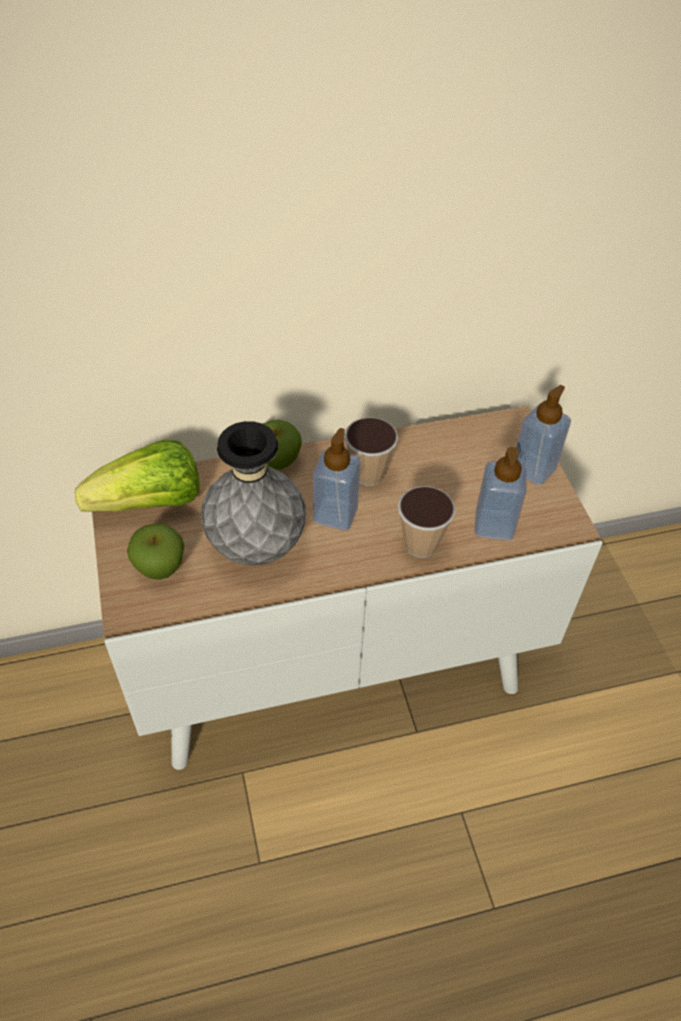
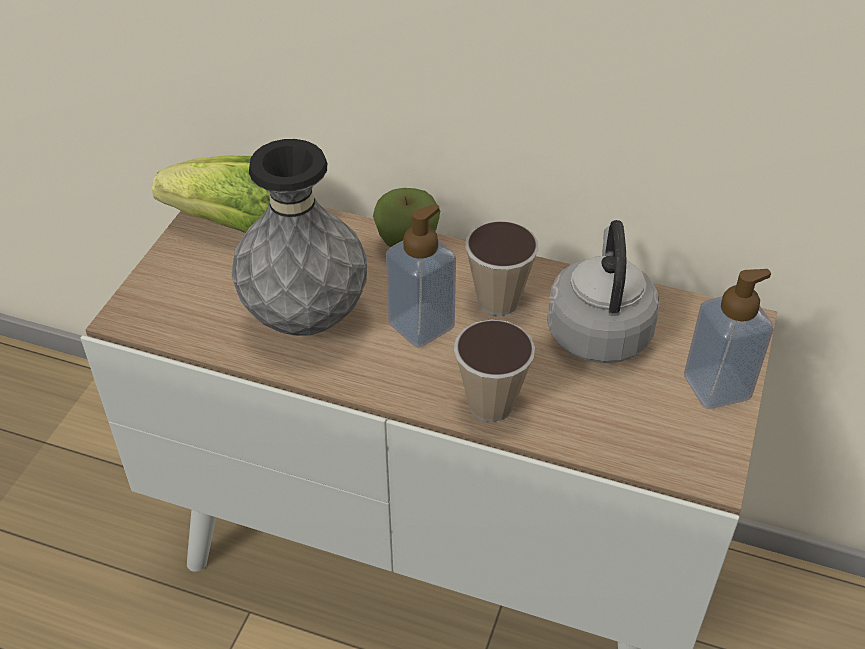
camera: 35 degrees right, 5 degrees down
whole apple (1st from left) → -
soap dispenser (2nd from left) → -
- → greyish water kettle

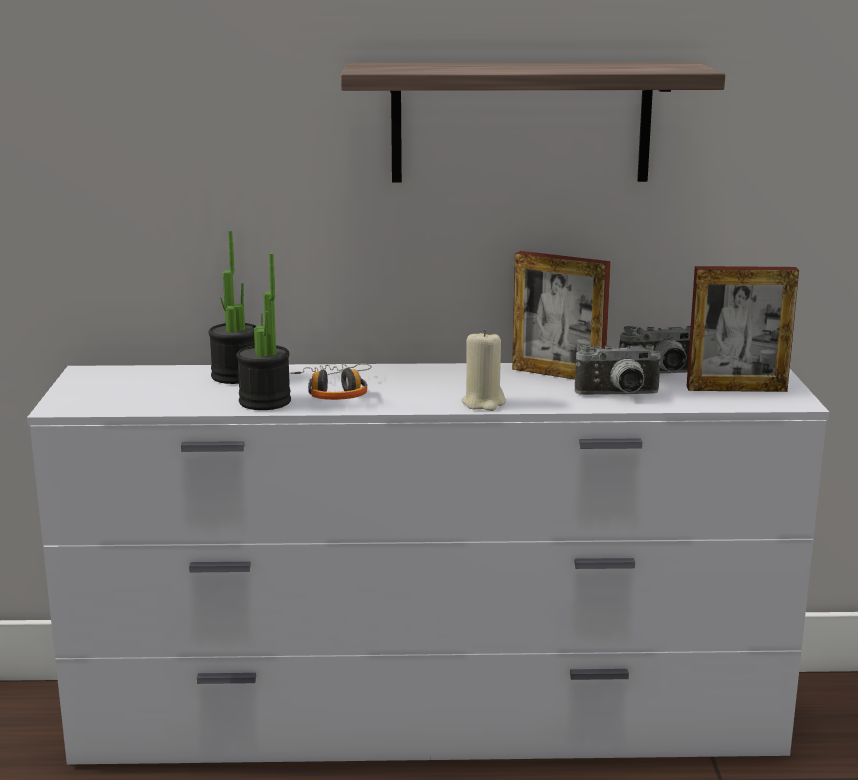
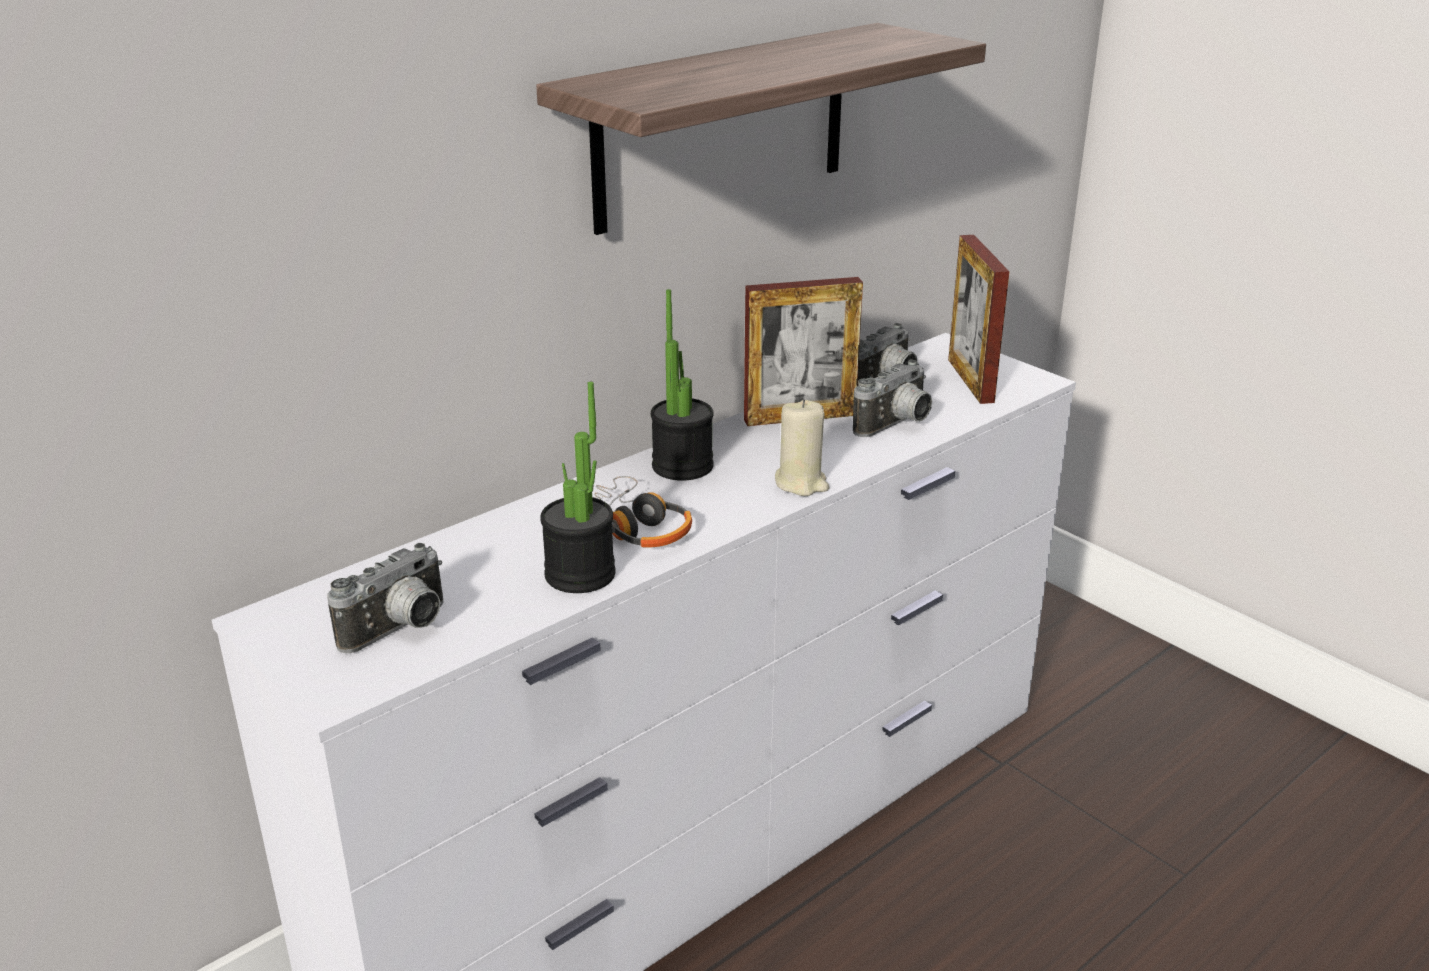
camera: 40 degrees left, 10 degrees up
- → photo camera (1st from left)
houseplant (1st from left in the first image) → houseplant (2nd from left), moved
photo frame (2nd from left), 120 degrees clockwise

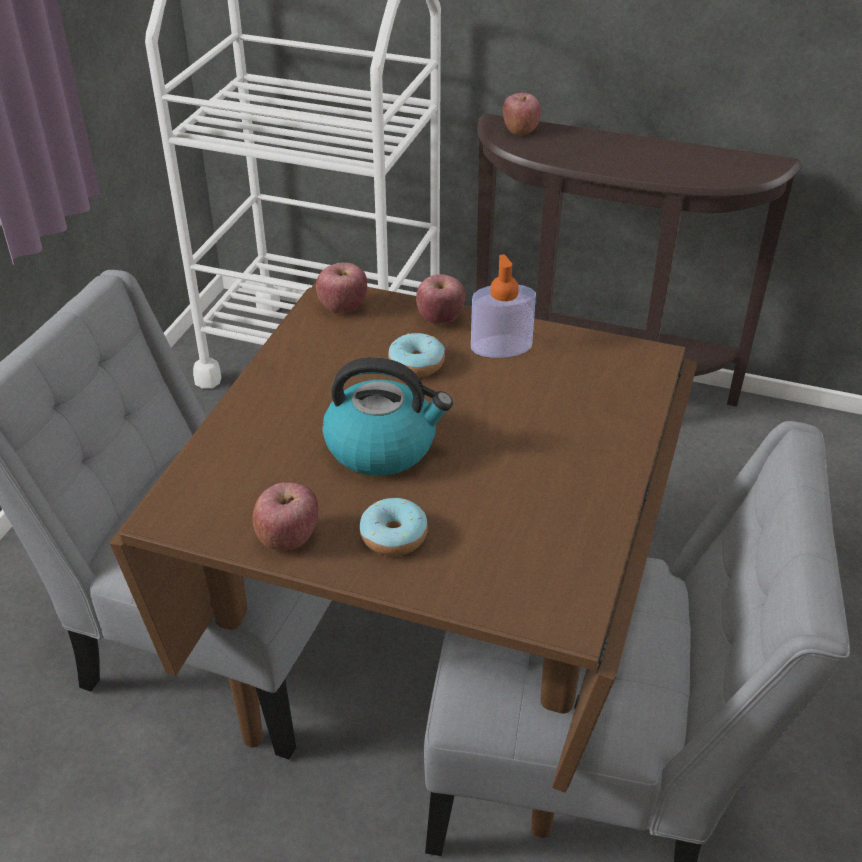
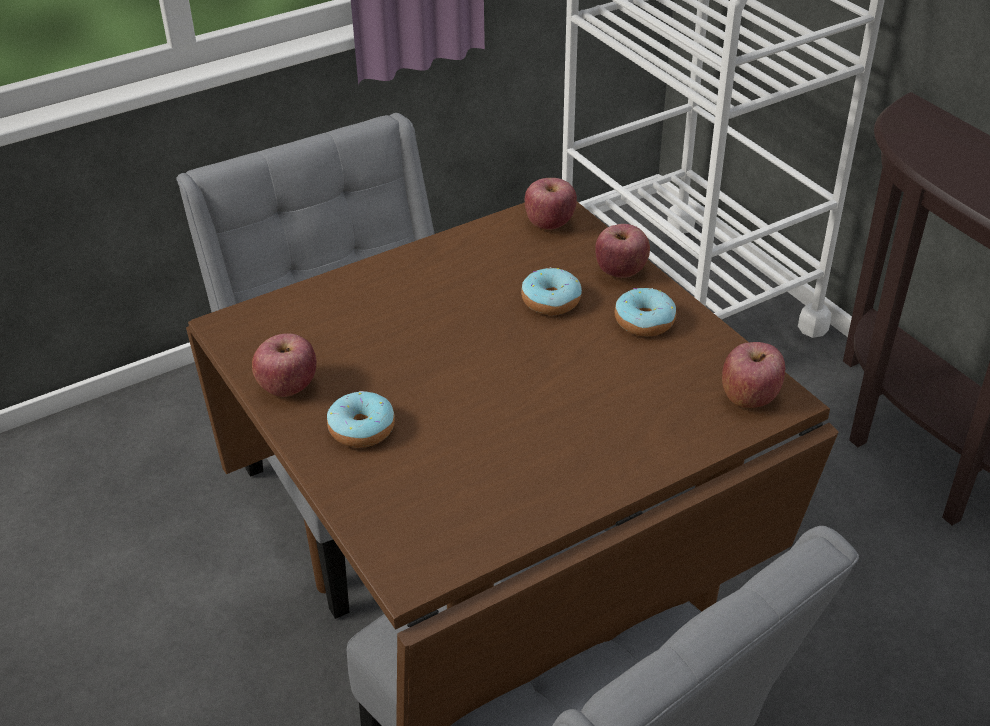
camera: 40 degrees right, 0 degrees up
water kettle → -
whole apple (4th from left), moved
soap dispenser → donut (3rd from left)

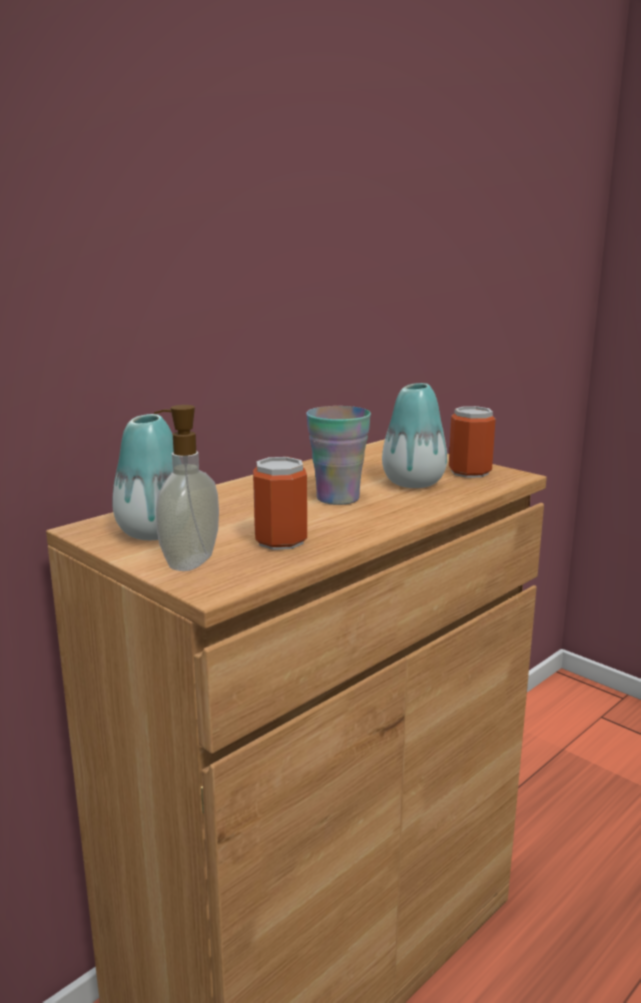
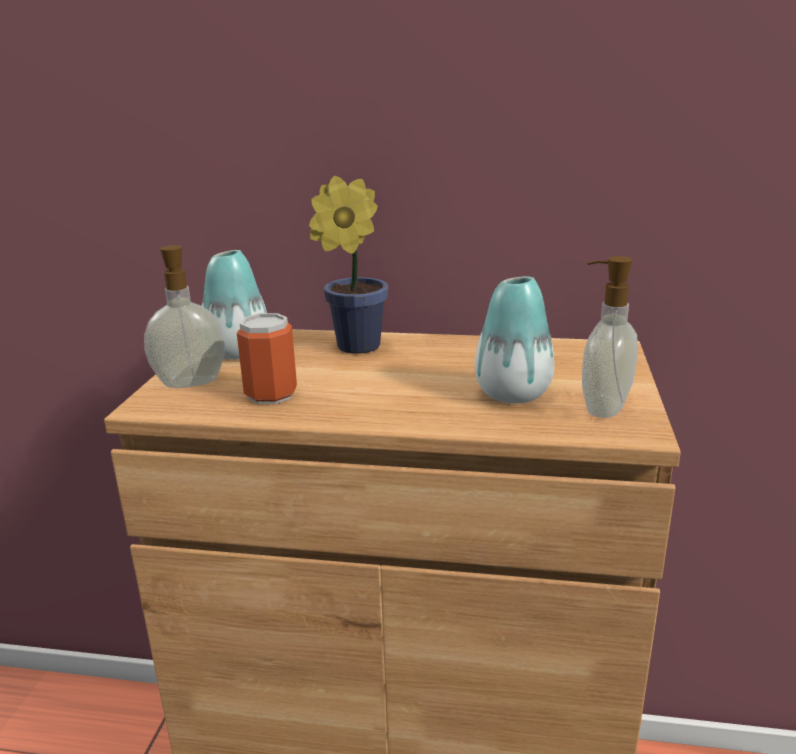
camera: 55 degrees right, 5 degrees up
cup → -
- → houseplant
can (2nd from left) → soap dispenser (2nd from left)

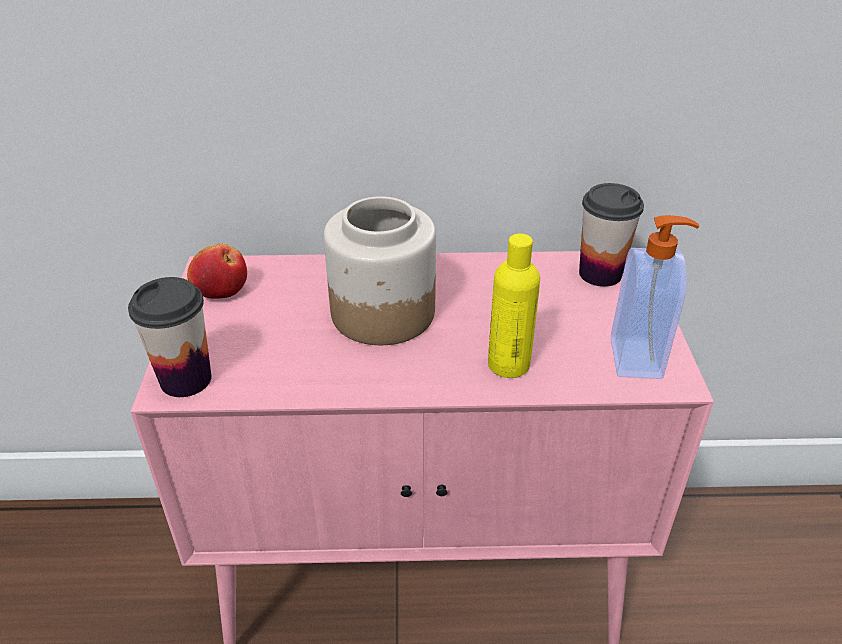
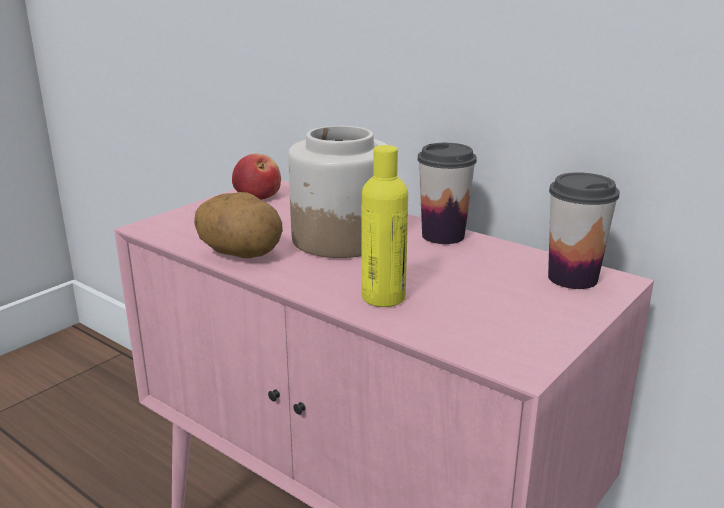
camera: 40 degrees right, 15 degrees down
soap dispenser → -
- → potato
cup (1st from left), moved

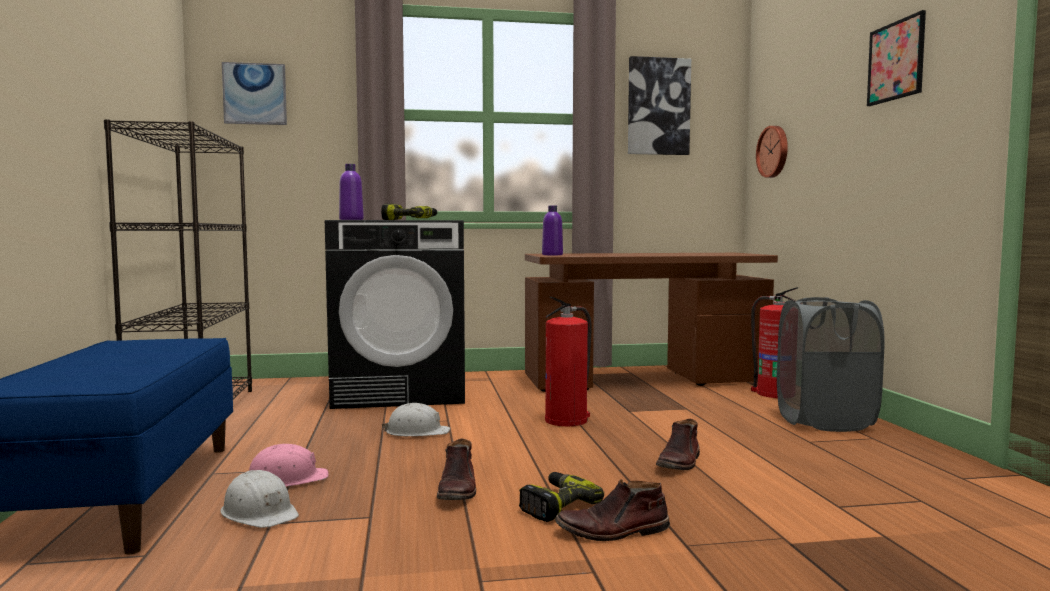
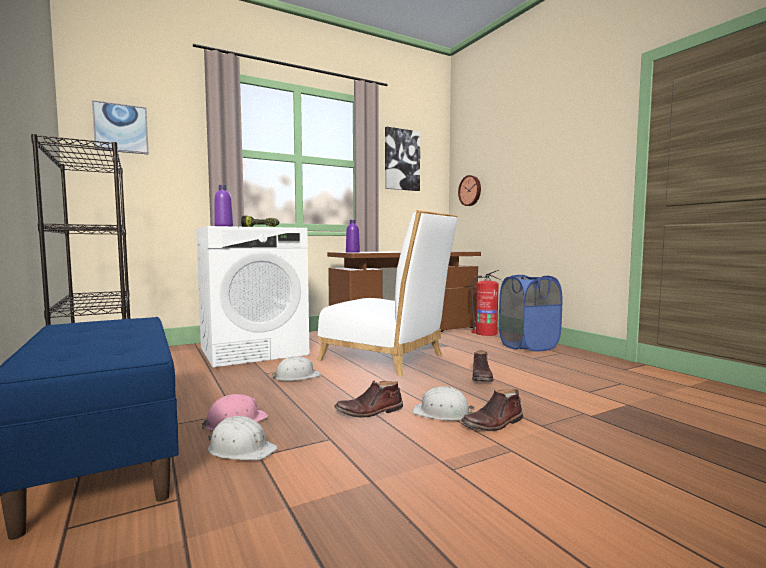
camera: 20 degrees left, 0 degrees up
wall art (3rd from left) → -
drill (2nd from left) → whitish work helmet (3rd from left)
fire-fighting cylinder (1st from left) → whitish upright chair
black laundry machine → whitish laundry machine
greyish washing basket → blue washing basket
brownish boot (1st from left), 90 degrees clockwise

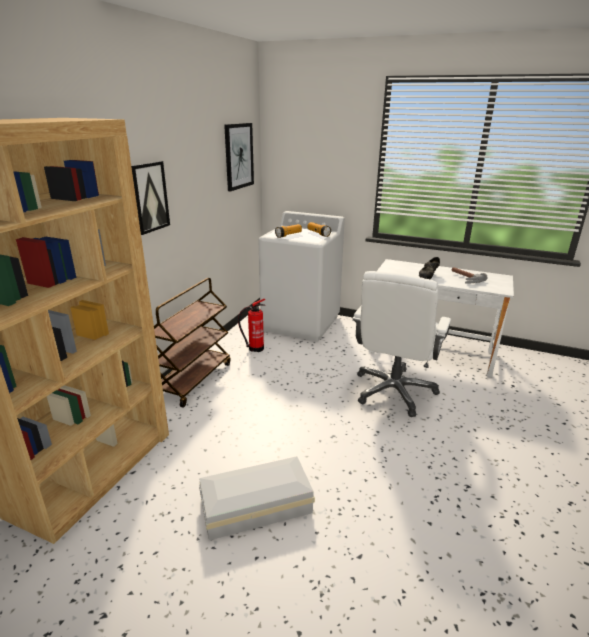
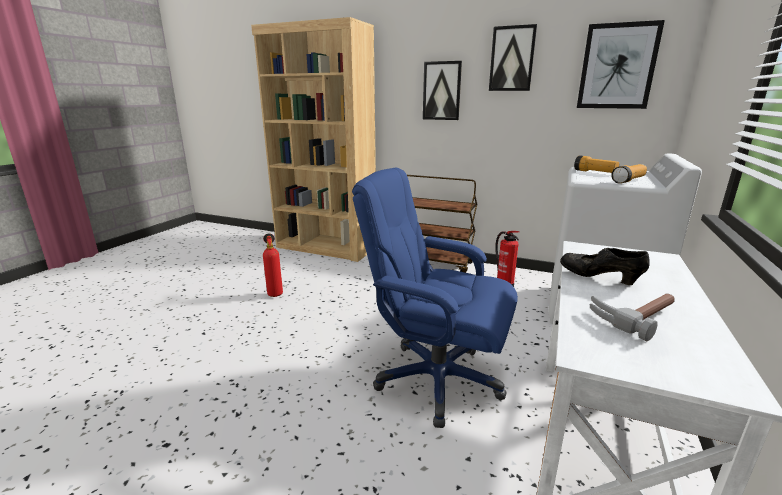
camera: 90 degrees right, 5 degrees down
- → wall art (2nd from left)
whitish storage box → fire-fighting cylinder (1st from left)
whitish office chair → blue office chair

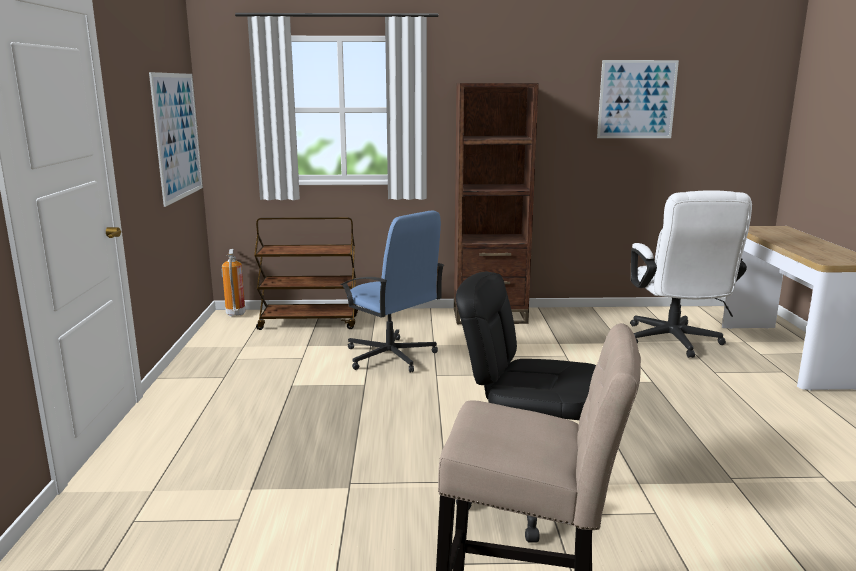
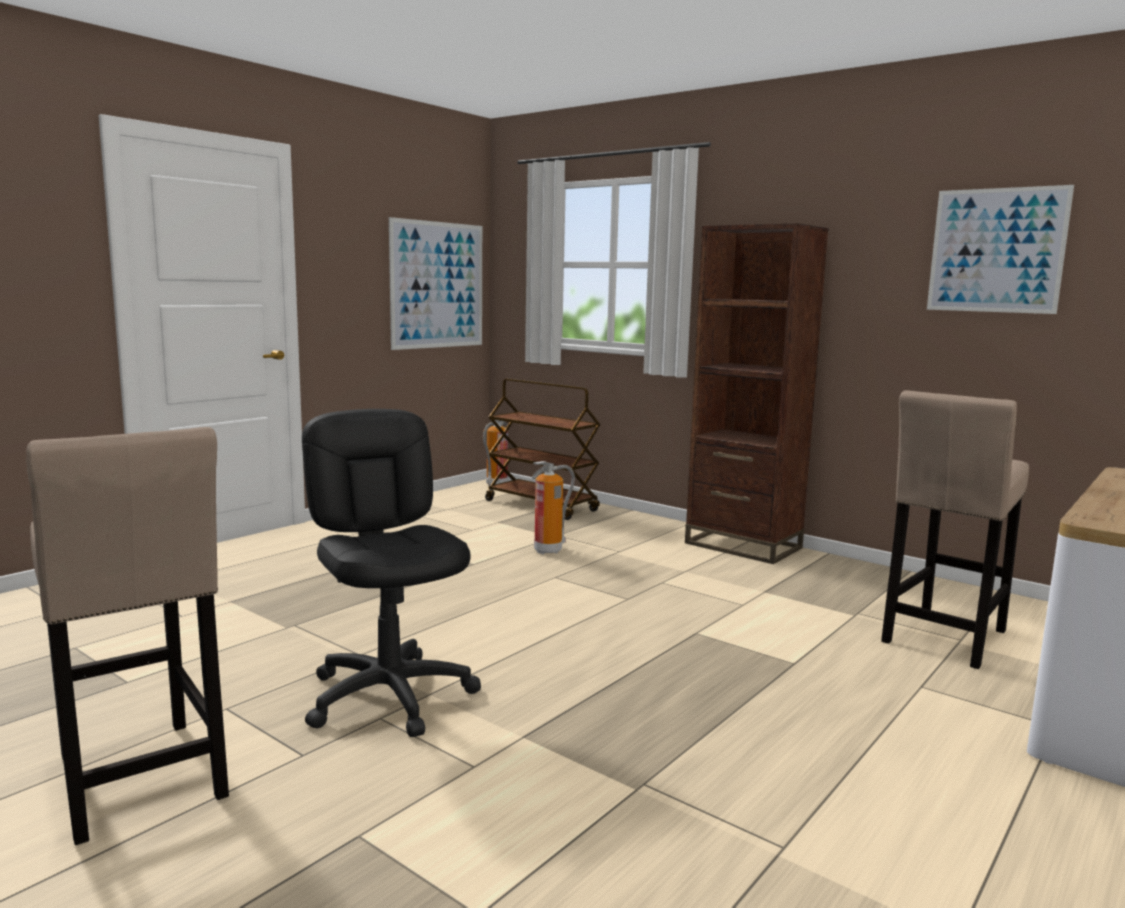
camera: 40 degrees right, 5 degrees down
blue office chair → fire-fighting cylinder (2nd from left)
whitish office chair → sand-coloured stool seat (2nd from left)

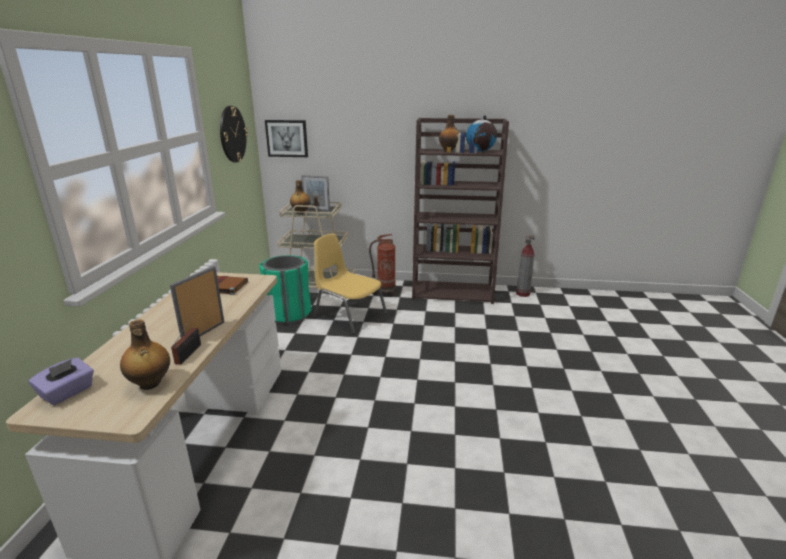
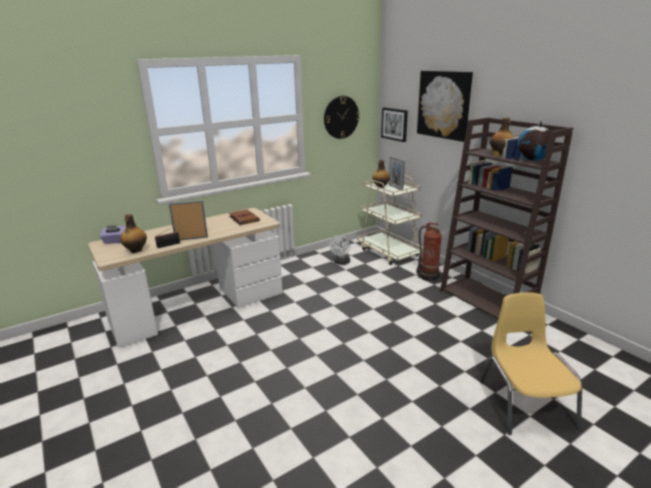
camera: 50 degrees right, 0 degrees up
fire-fighting cylinder (2nd from left) → -
- → wall art (2nd from left)
yellow upright chair, moved
green-coloured waste bin → whitish electric fan

